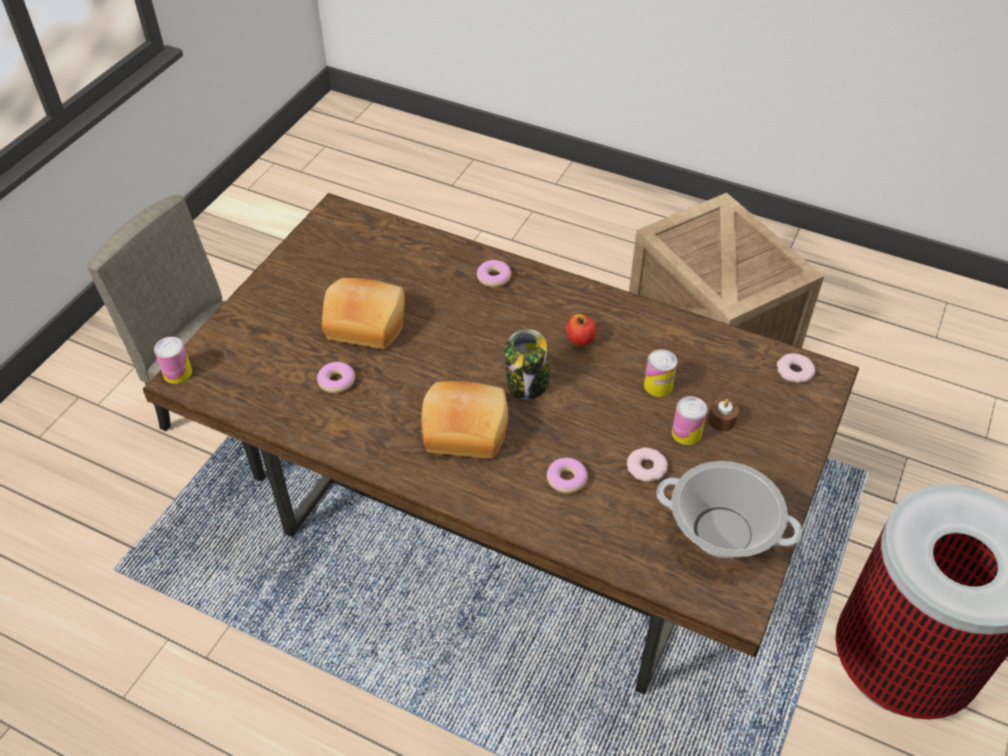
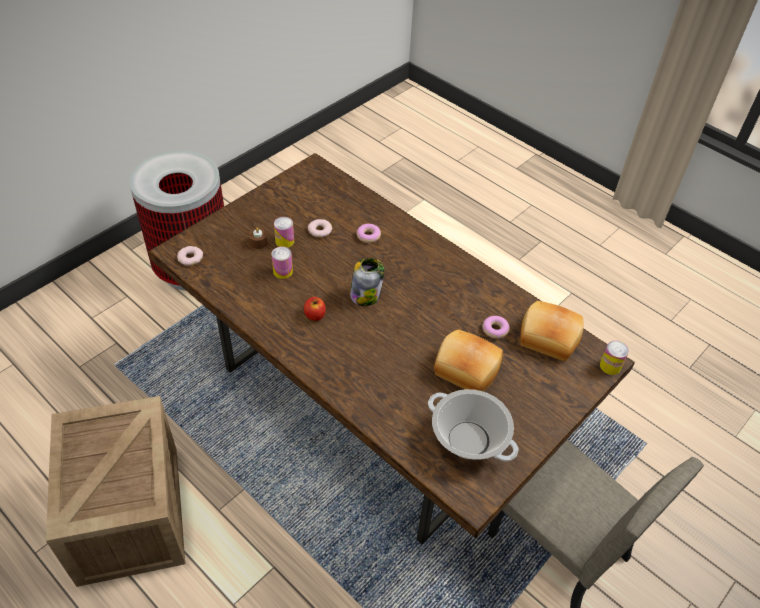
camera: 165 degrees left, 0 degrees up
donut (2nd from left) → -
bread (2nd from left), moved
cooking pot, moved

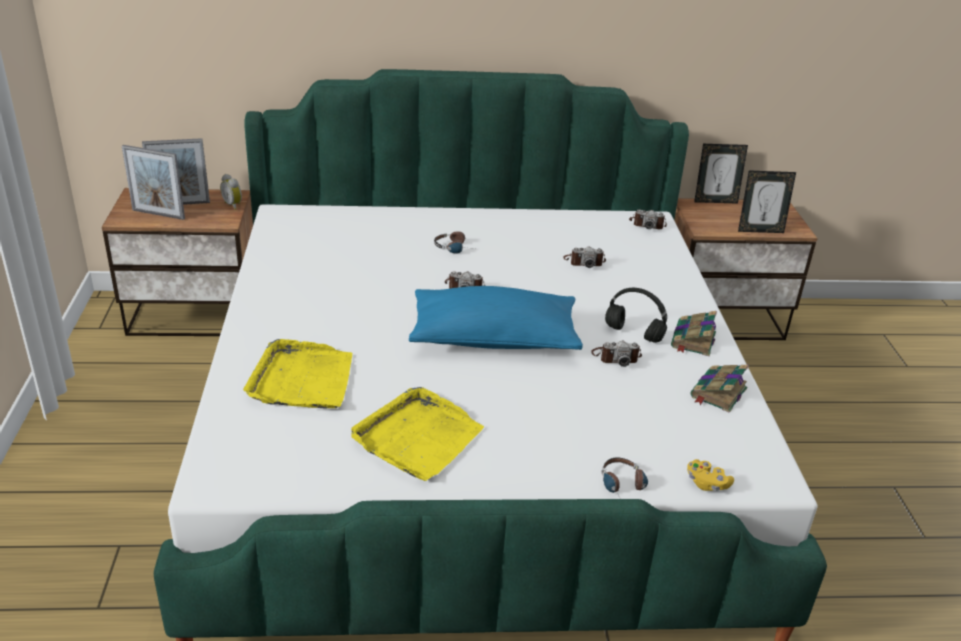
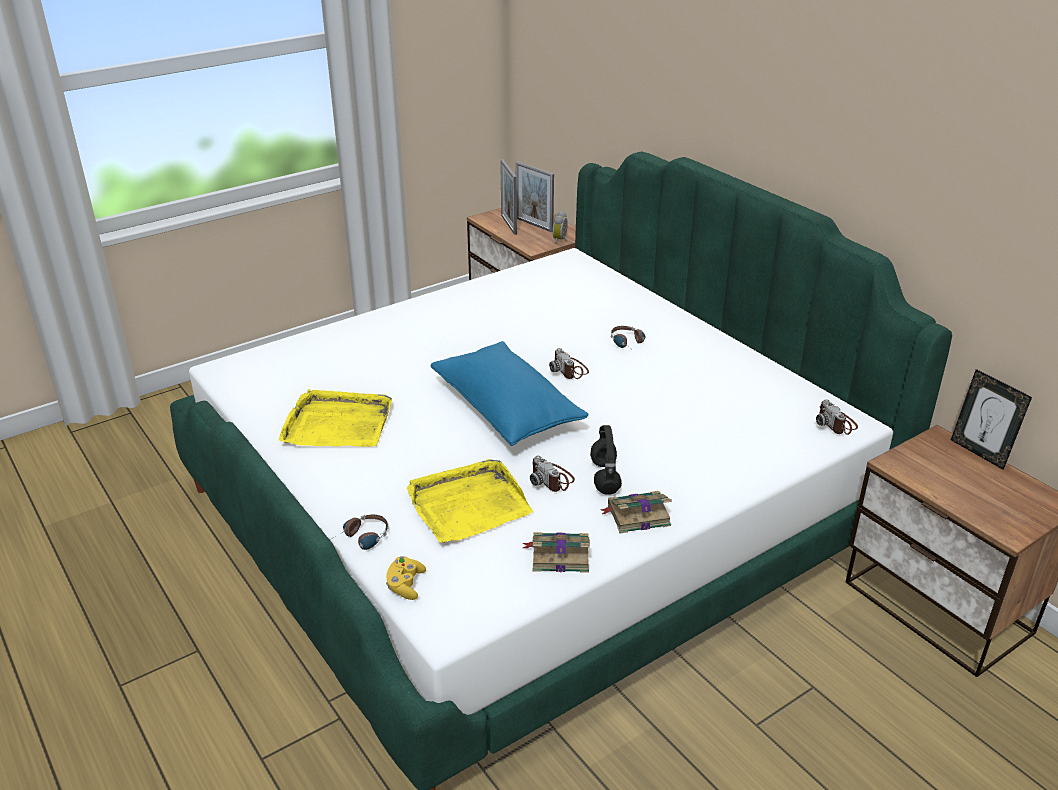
camera: 60 degrees right, 0 degrees up
photo camera (2nd from left) → -
photo frame (4th from left) → -
yellow carrying tray (1st from left in the first image) → yellow carrying tray (2nd from left), moved

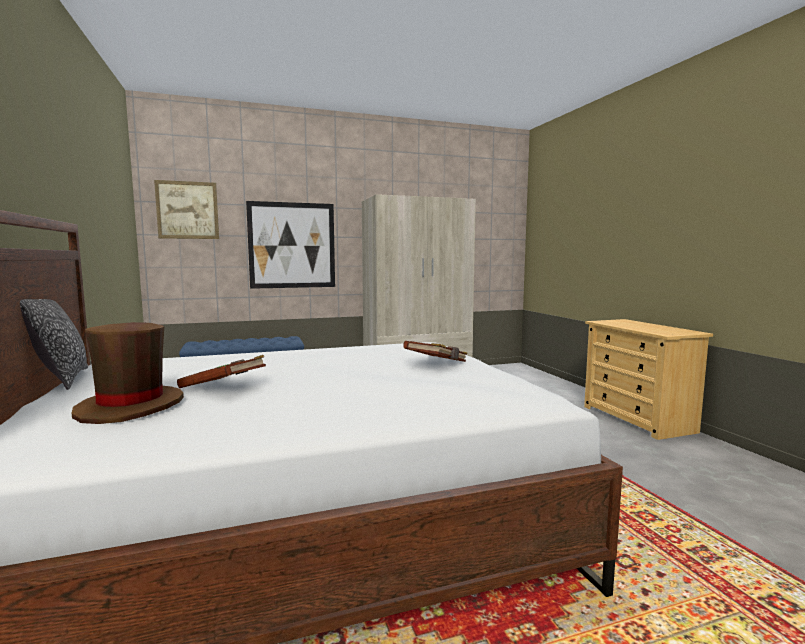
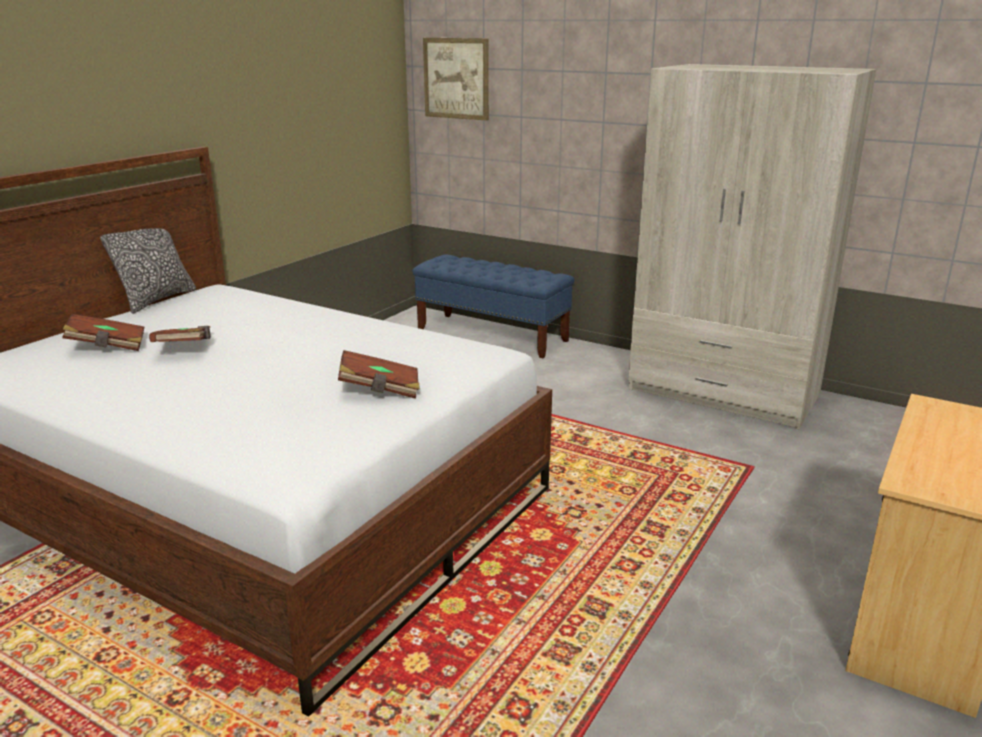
camera: 50 degrees right, 15 degrees up
wall art (2nd from left) → -
brownish wearable hat → brownish bound book (1st from left)

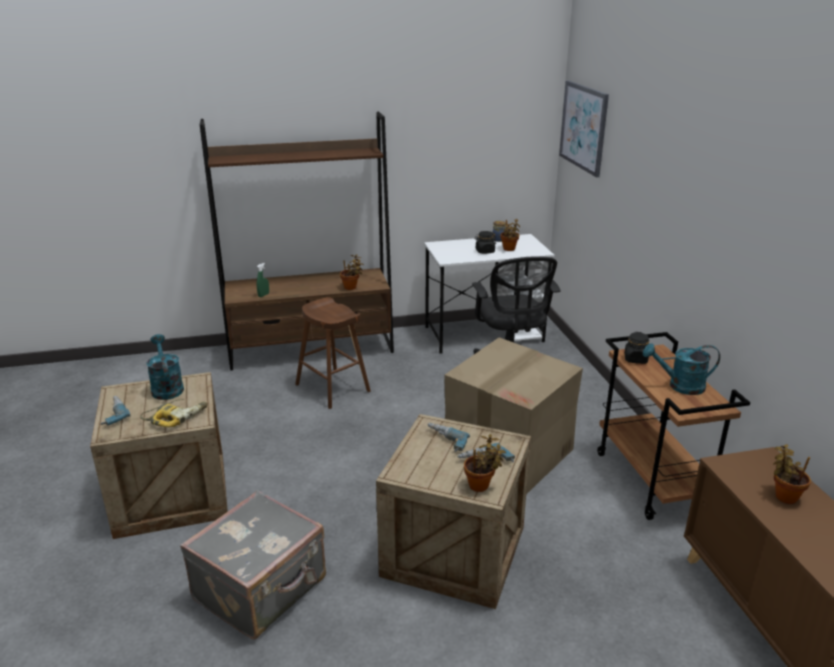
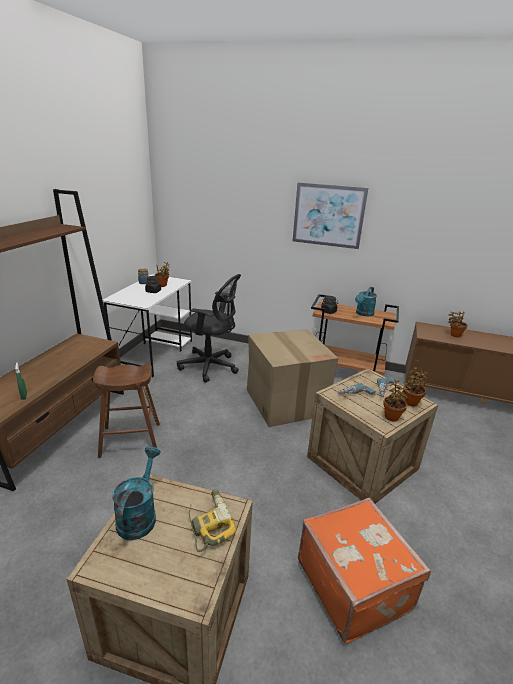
camera: 60 degrees left, 0 degrees up
drill (1st from left) → -
houseplant (1st from left in the first image) → houseplant (2nd from left), moved
wall art, moved
greyish suitcase → orange suitcase
blue-green sprinkling can (1st from left), 90 degrees clockwise

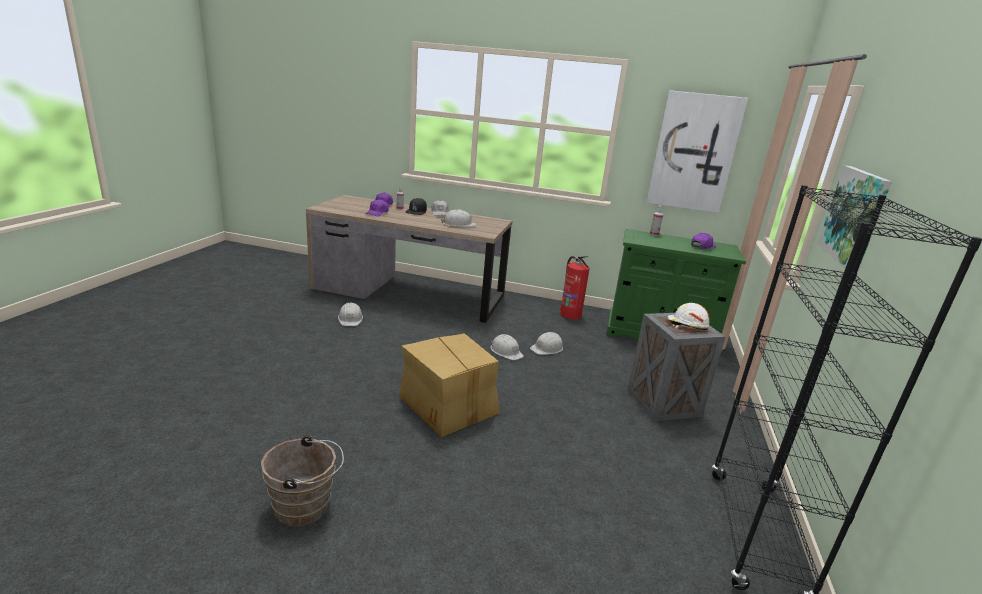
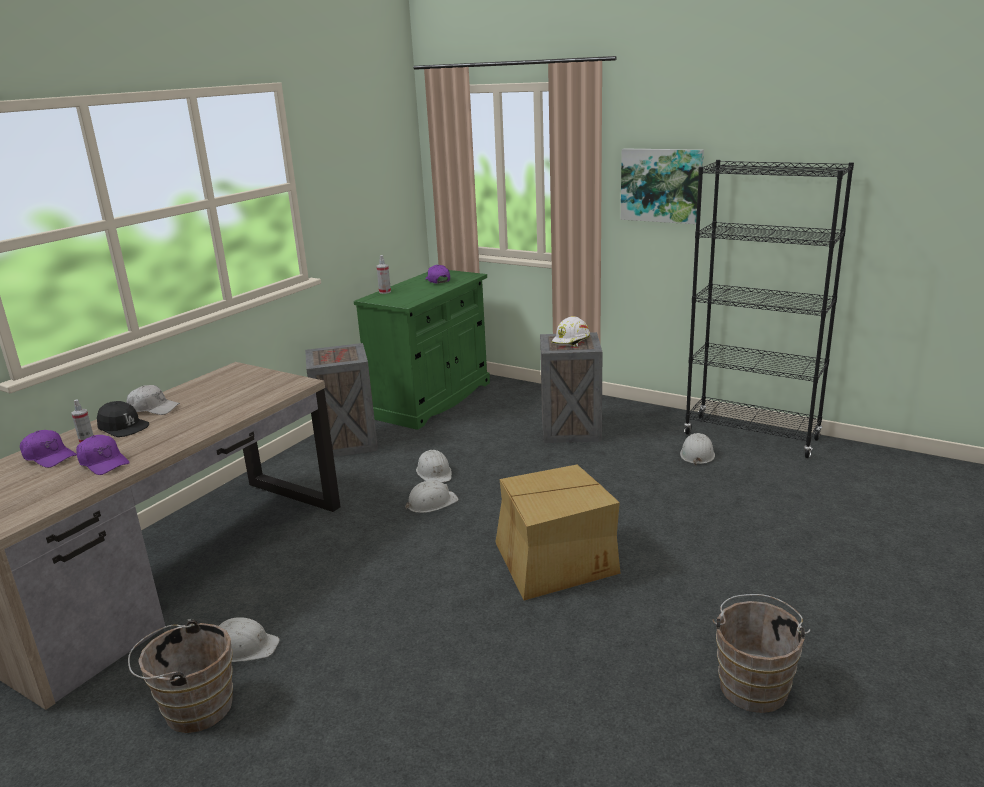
camera: 70 degrees left, 0 degrees up
wall art (1st from left) → -
- → brownish pail (1st from left)
whitish work helmet (2nd from left in the first image) → whitish work helmet (5th from left), moved
fire-fighting cylinder → packing crate (1st from left)

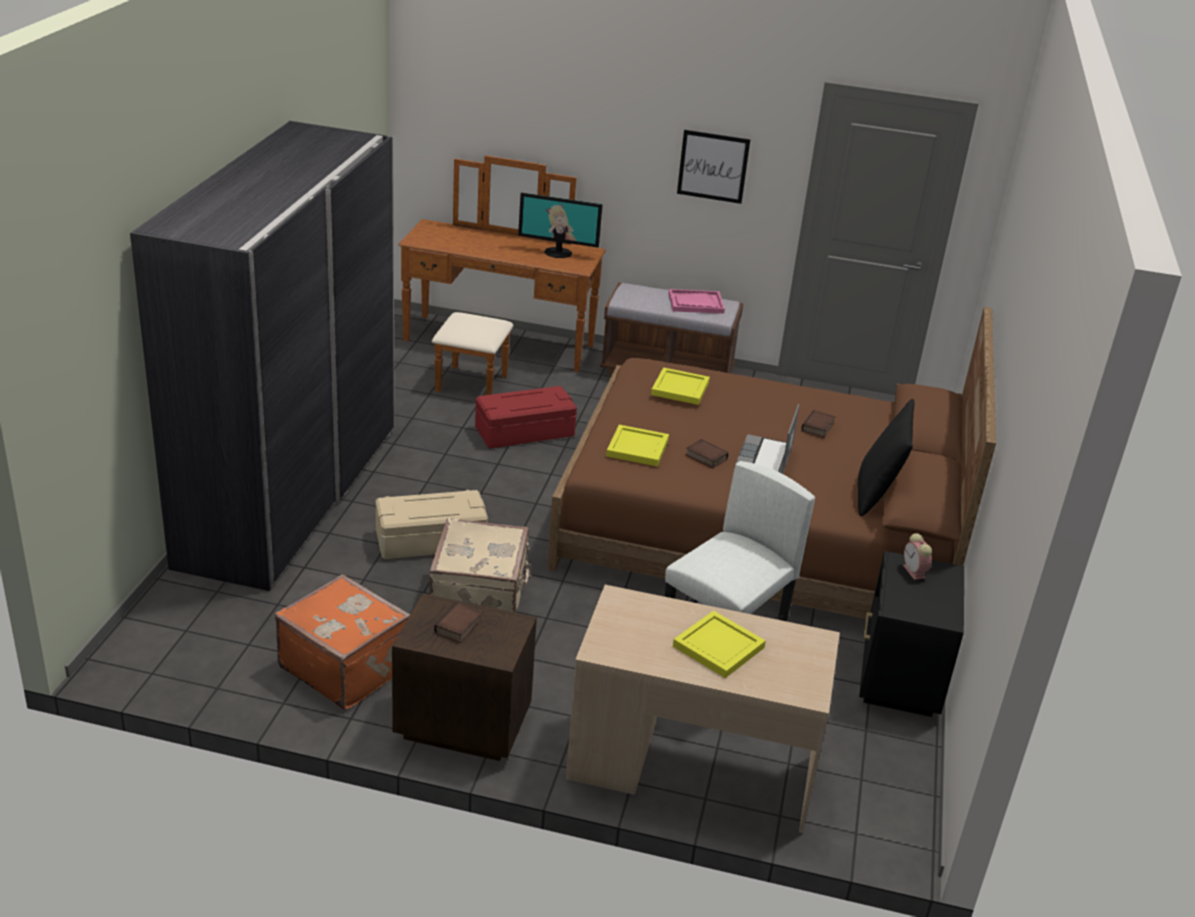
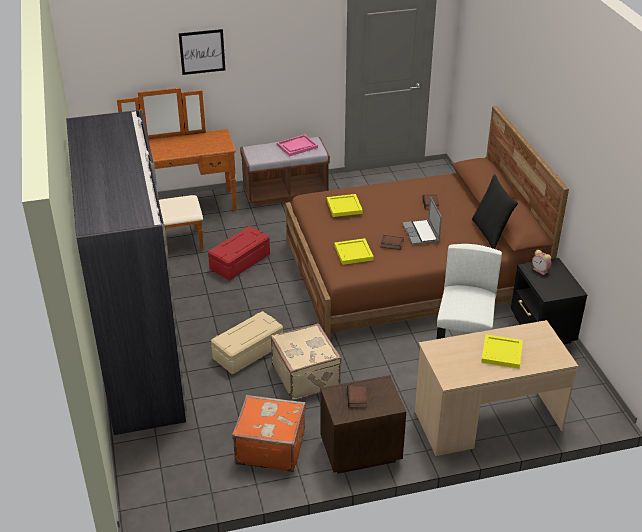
camera: 25 degrees left, 5 degrees up
monitor → -
wall art, moved

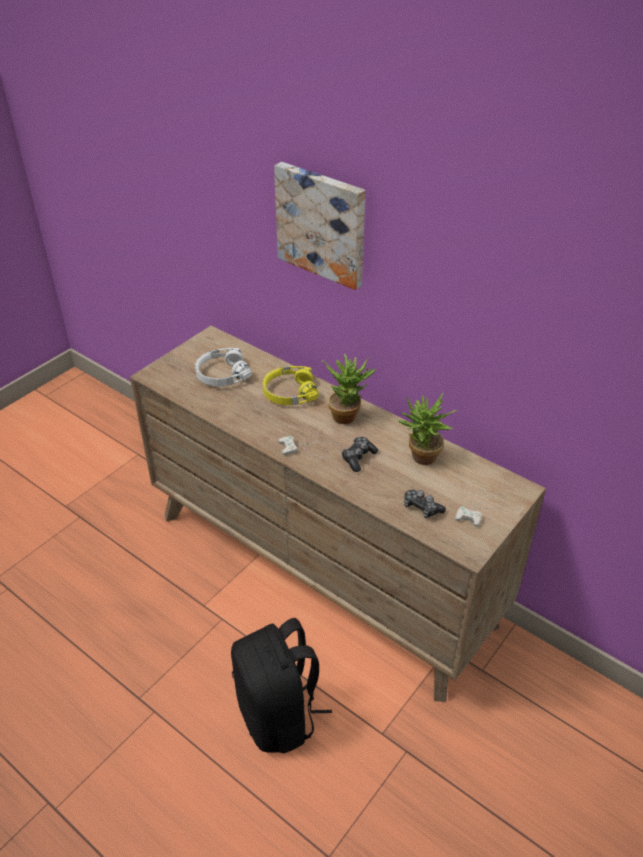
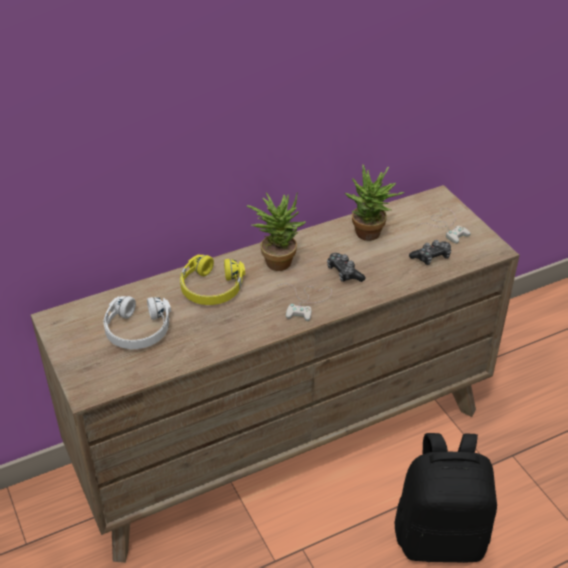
camera: 65 degrees left, 0 degrees up
wall art → -

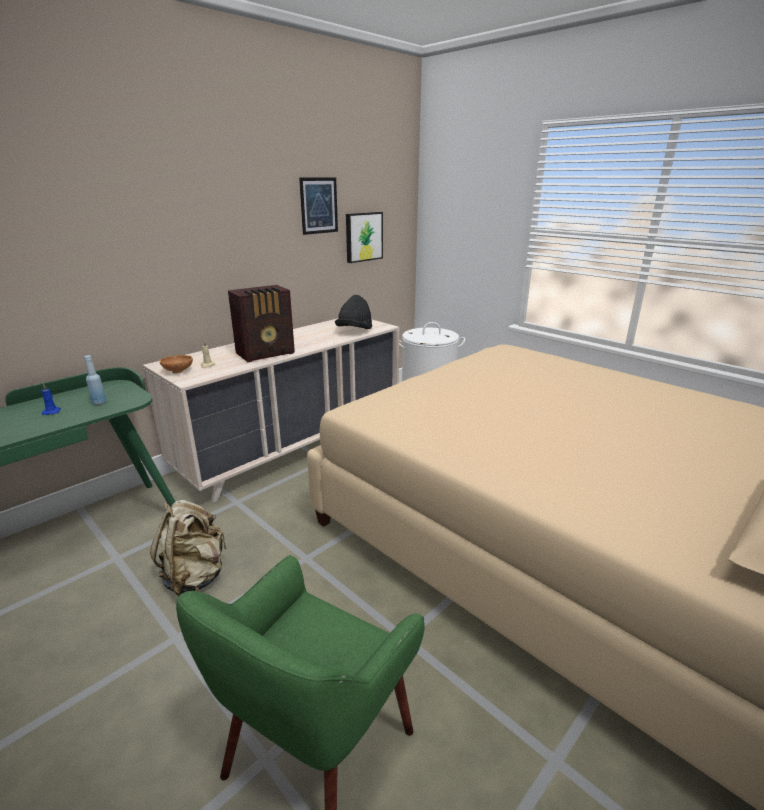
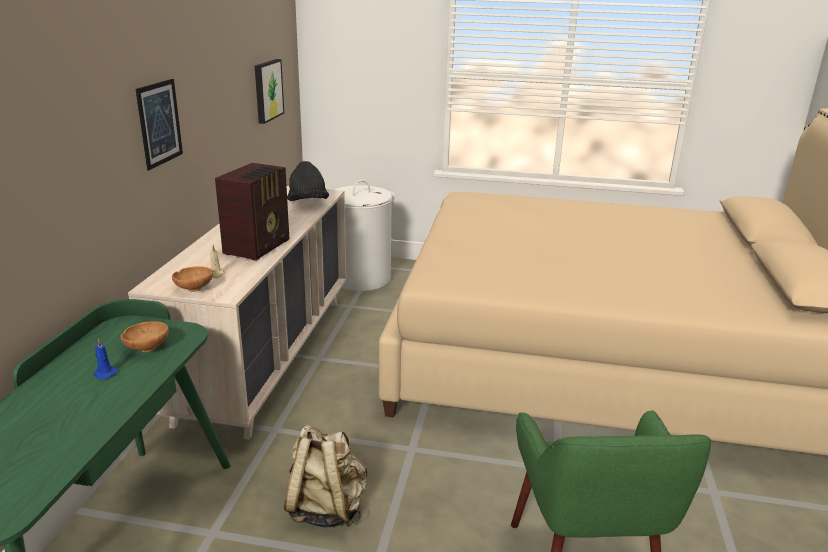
camera: 35 degrees left, 0 degrees up
wall art (1st from left), moved
blue beverage bottle → brownish serving bowl (1st from left)

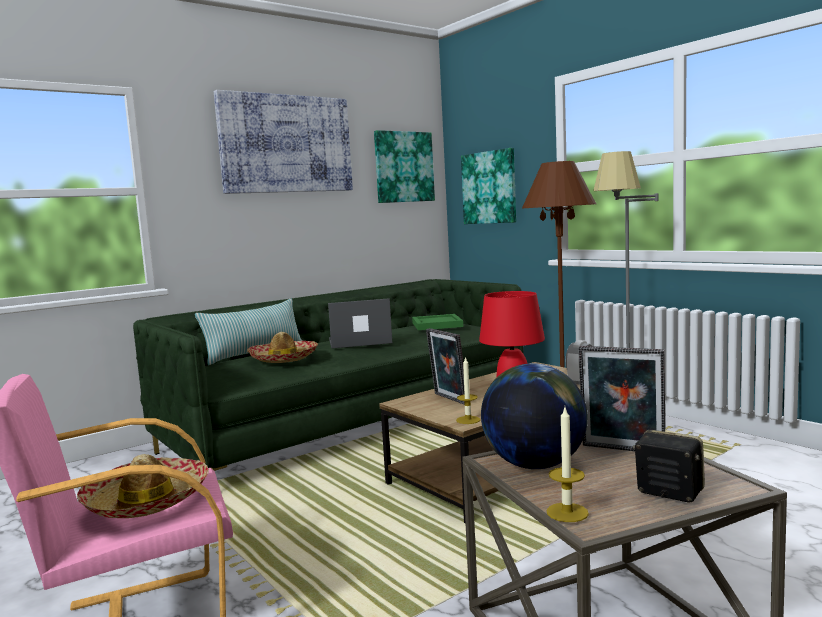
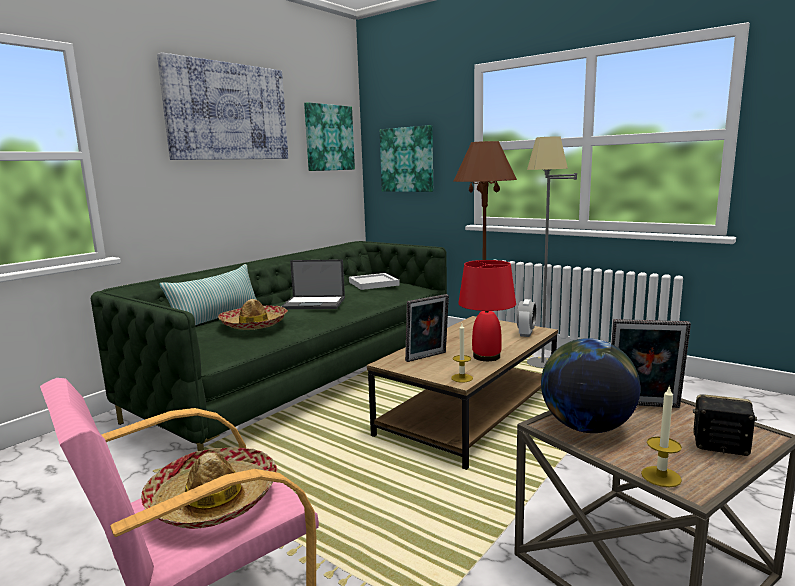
camera: 15 degrees left, 5 degrees up
green-coloured carrying tray → whitish carrying tray
notebook computer, 150 degrees counterclockwise
photo frame (1st from left), 75 degrees counterclockwise

